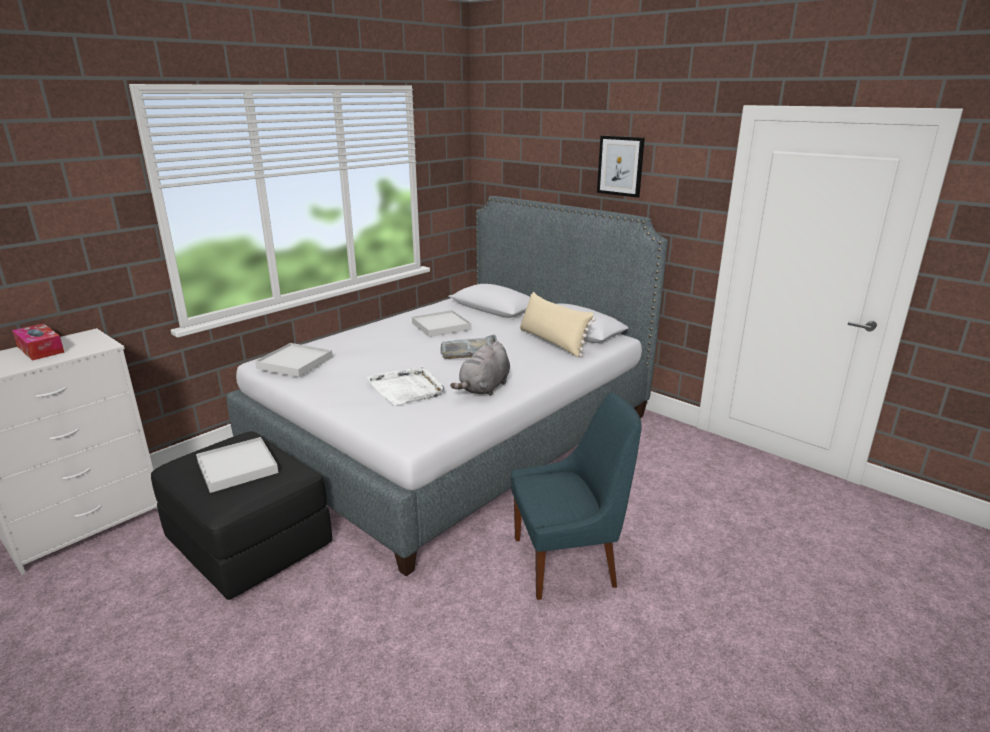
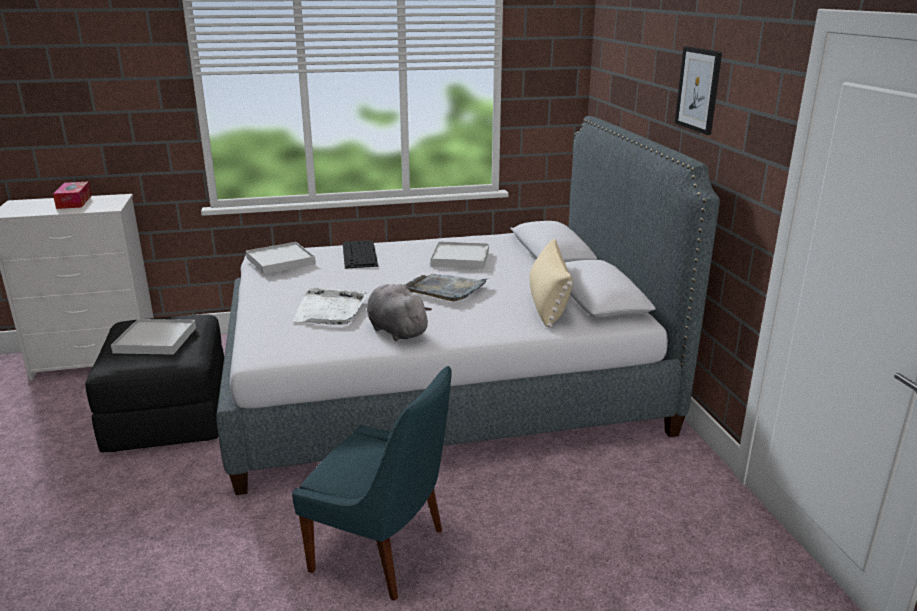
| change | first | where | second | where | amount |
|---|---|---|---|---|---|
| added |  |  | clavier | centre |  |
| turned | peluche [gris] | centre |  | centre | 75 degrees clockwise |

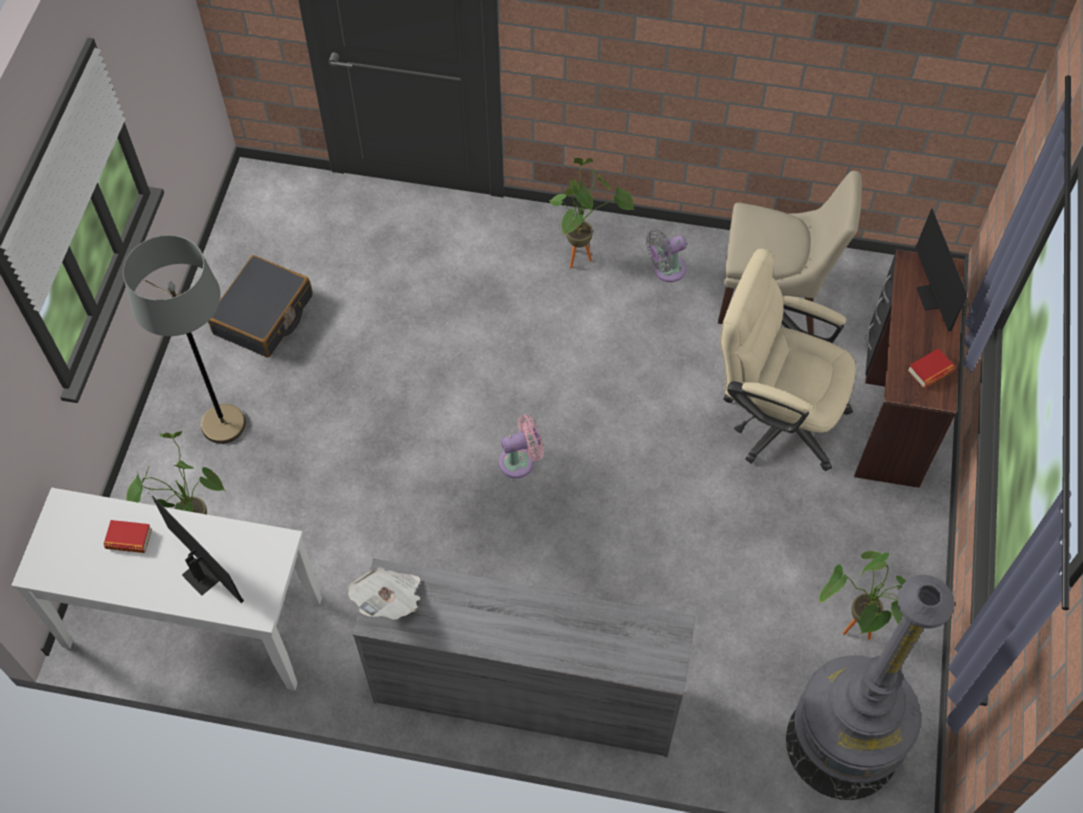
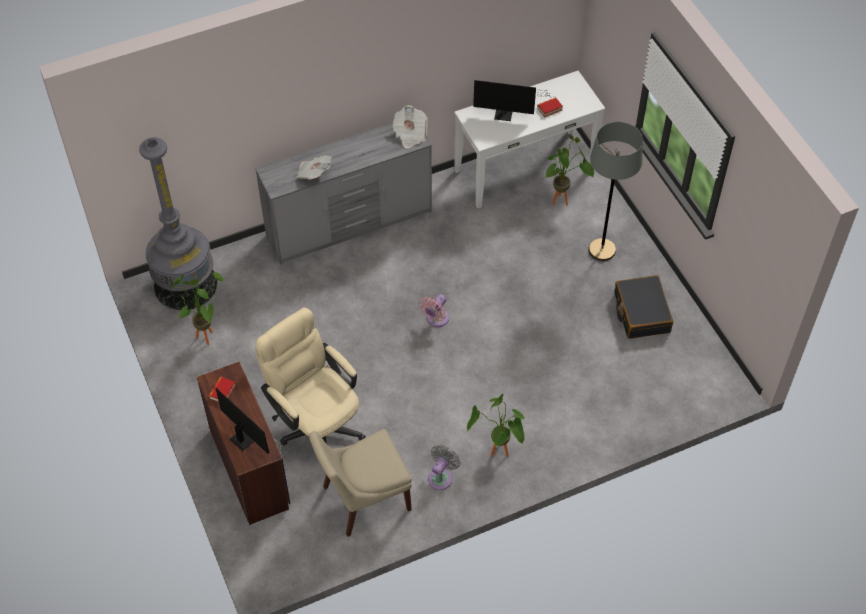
| change | first | where | second | where | amount |
|---|---|---|---|---|---|
| added |  |  | journal (1st from left) | top centre |  |
| turned | chaise de bureau [beige] | middle right |  | centre | 120 degrees counterclockwise |

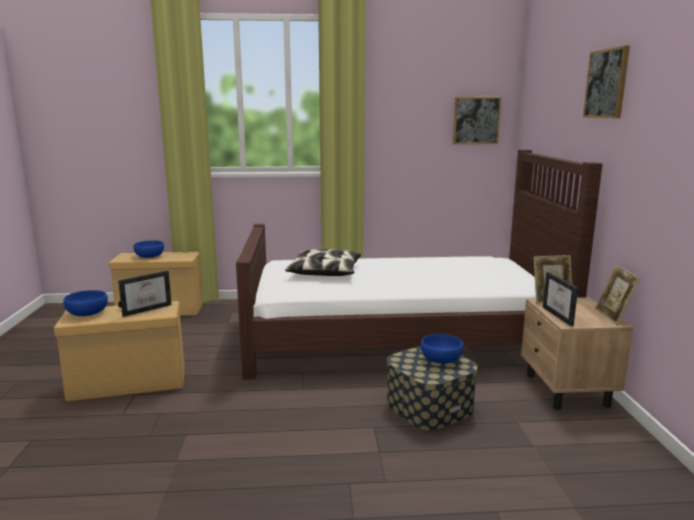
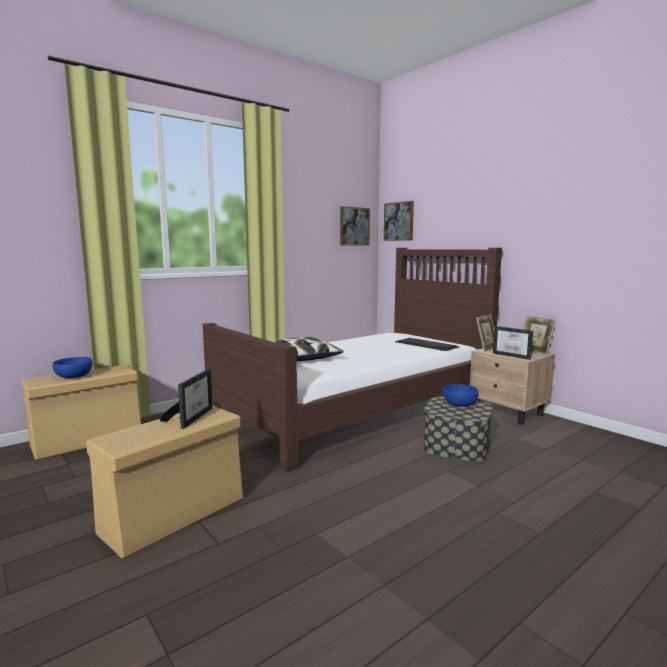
| change | first | where | second | where | amount |
|---|---|---|---|---|---|
| removed | bol [bleu] (1st from left) | middle left |  |  |  |
| added |  |  | clavier | centre |  |
| moved | tableau (2nd from left) | top right |  | top centre |  |

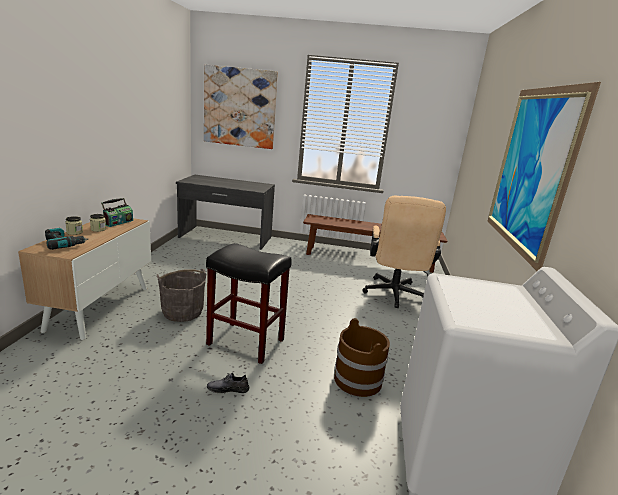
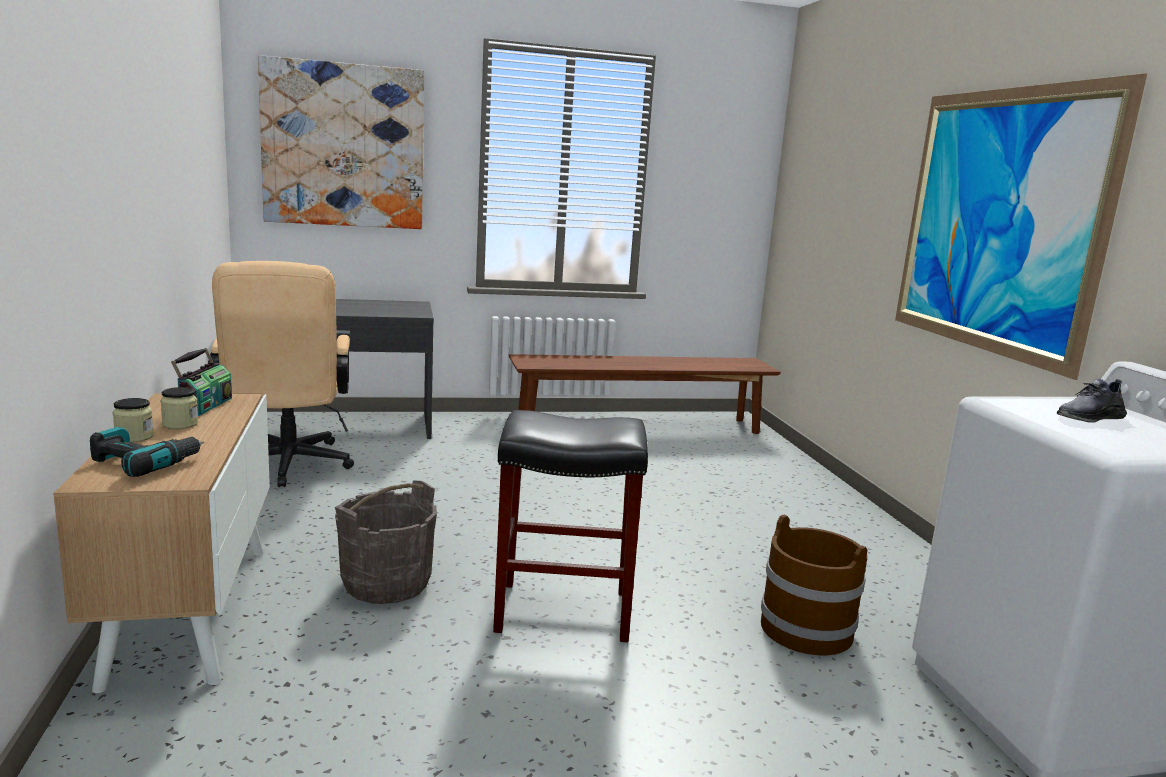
| change | first | where | second | where | amount |
|---|---|---|---|---|---|
| moved | chaussure [gris] | bottom centre |  | middle right |  |
| moved | chaise de bureau [beige] | centre |  | middle left |  |

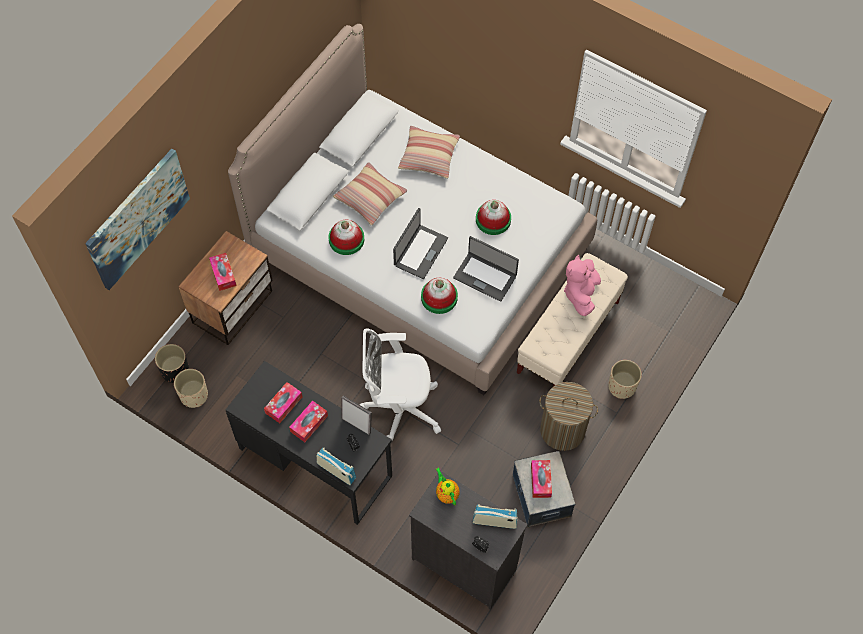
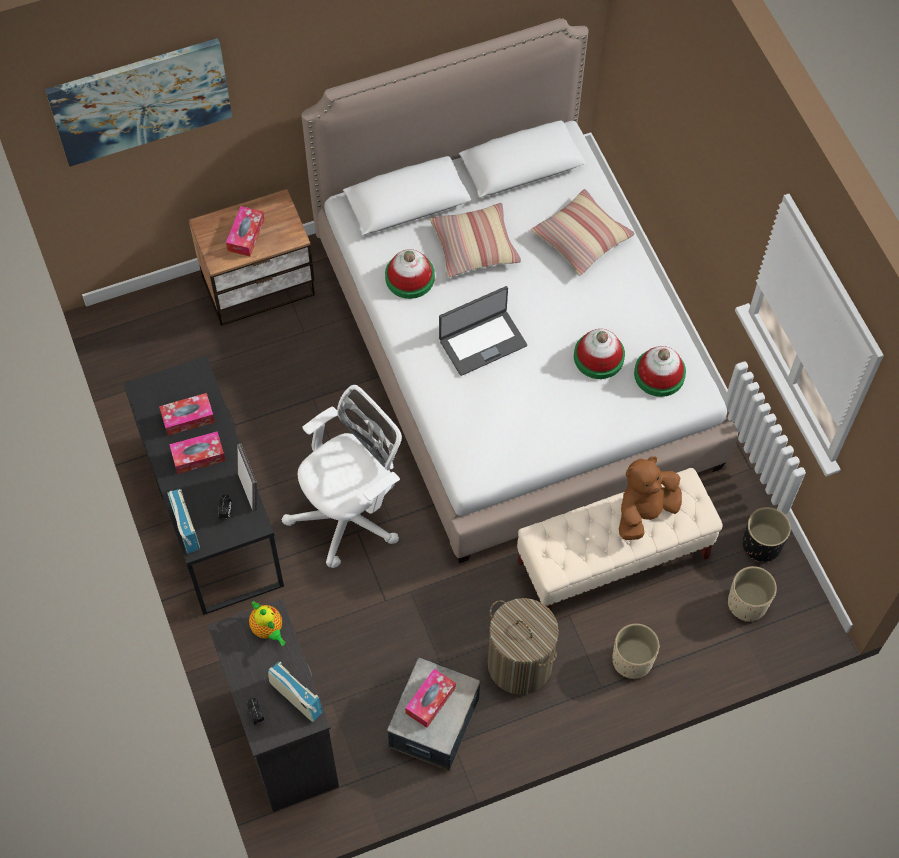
| change | first | where | second | where | amount |
|---|---|---|---|---|---|
| removed | ordinateur portable (2nd from left) | centre |  |  |  |
| moved | cache-pot [noir] | middle left |  | middle right |  |
| moved | cache-pot [beige] (1st from left in the first image) | middle left | cache-pot [beige] (2nd from left) | bottom right |  |
| moved | chapeau (2nd from left in the first image) | centre | chapeau (3rd from left) | middle right |  |
| recoloured | peluche [rose] | middle right | peluche [marron] | middle right |  |
| turned | chaise de bureau [blanc] | centre |  | centre | 105 degrees clockwise |
| turned | théière | bottom centre |  | bottom left | 135 degrees clockwise |

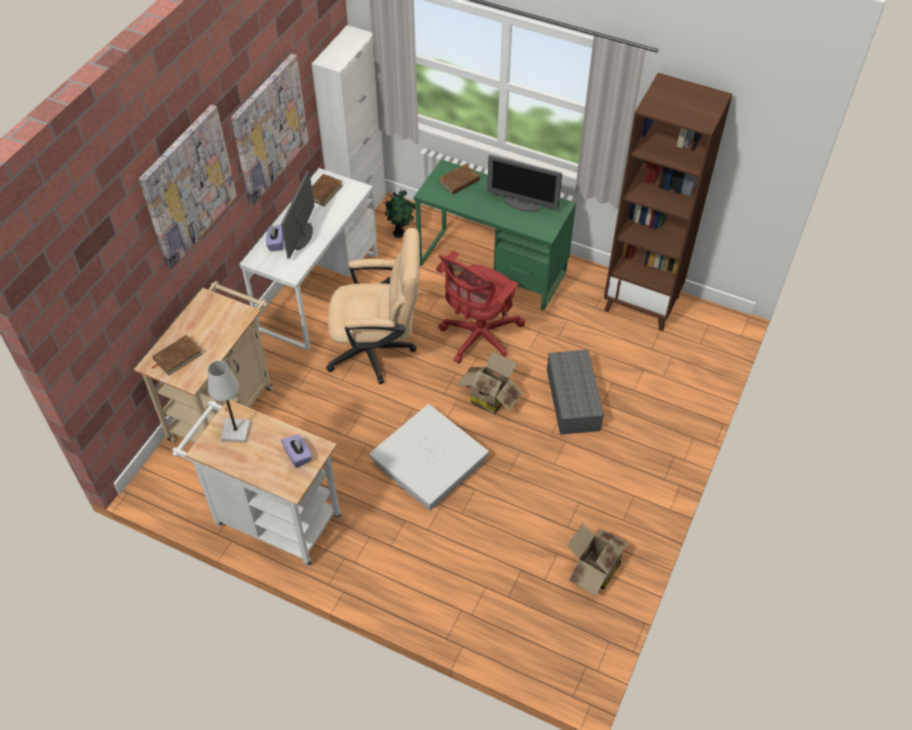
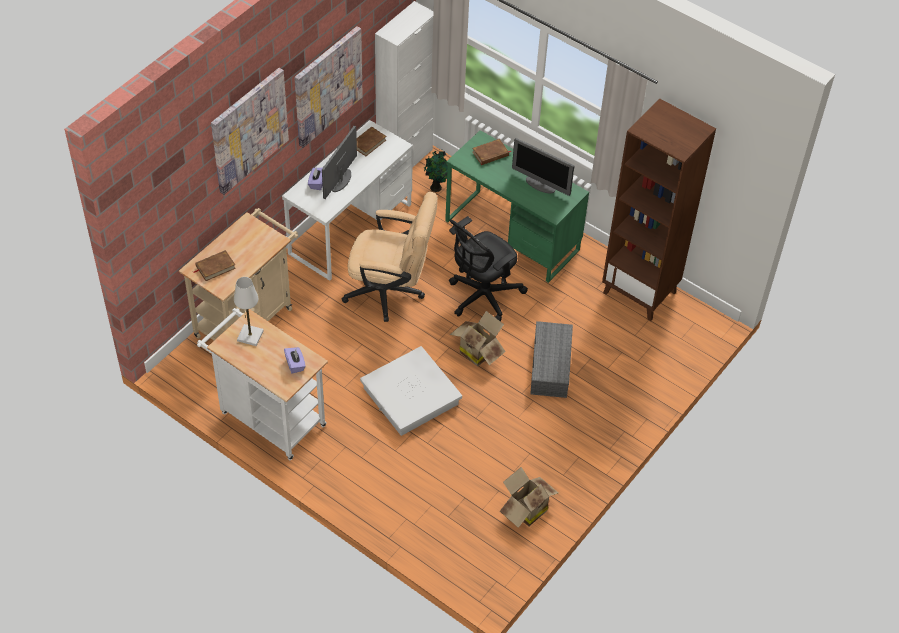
| change | first | where | second | where | amount |
|---|---|---|---|---|---|
| recoloured | chaise de bureau [rouge] | centre | chaise de bureau [noir] | centre |  |

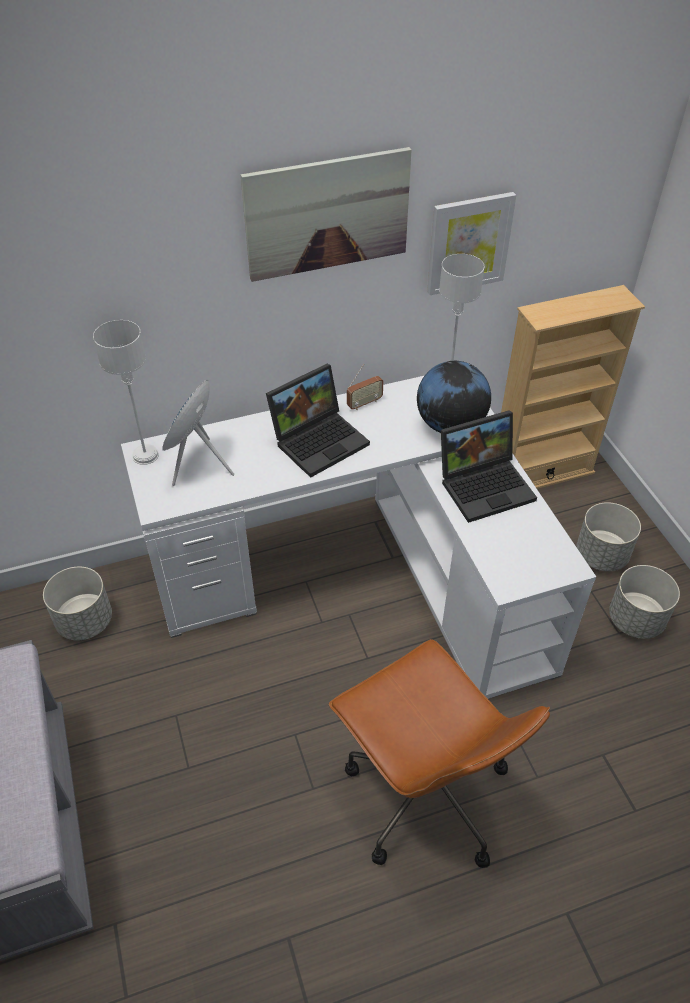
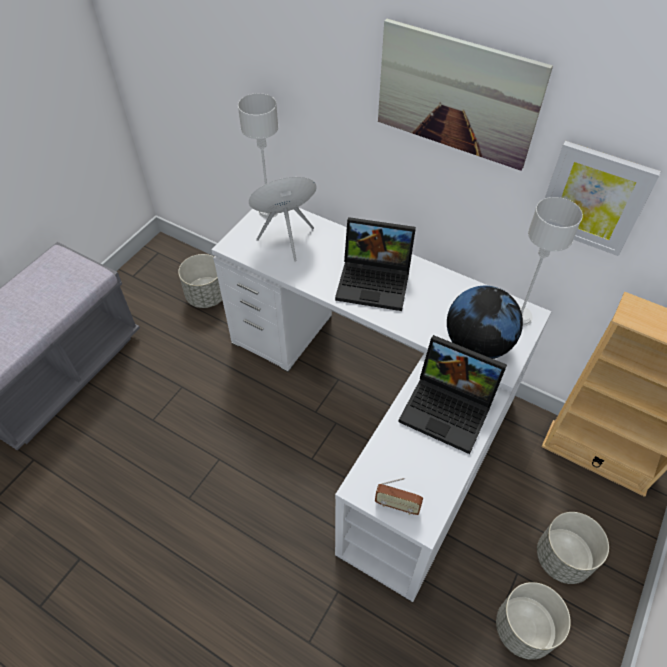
| change | first | where | second | where | amount |
|---|---|---|---|---|---|
| removed | chaise de bureau [marron] | bottom centre |  |  |  |
| moved | radio | centre |  | bottom centre |  |

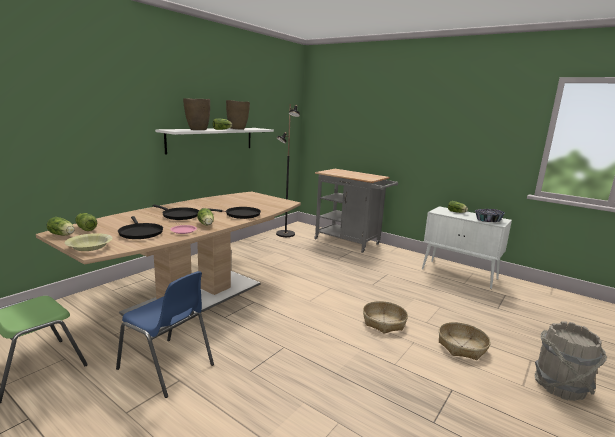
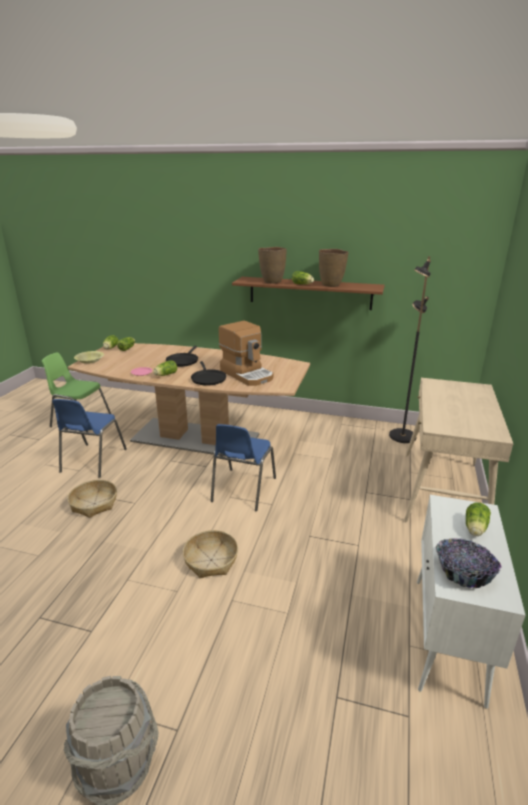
| change | first | where | second | where | amount |
|---|---|---|---|---|---|
| removed | poêle [noir] (1st from left) | middle left |  |  |  |
| added |  |  | chaise [bleu] (2nd from left) | centre |  |
| added |  |  | machine à café | centre |  |
| moved | panier (2nd from left in the first image) | bottom right | panier (1st from left) | middle left |  |
| replaced | chariot [gris] | centre | bureau [beige] | middle right |  |
| recoloured | étagère [blanc] | top centre | étagère [marron] | centre |  |

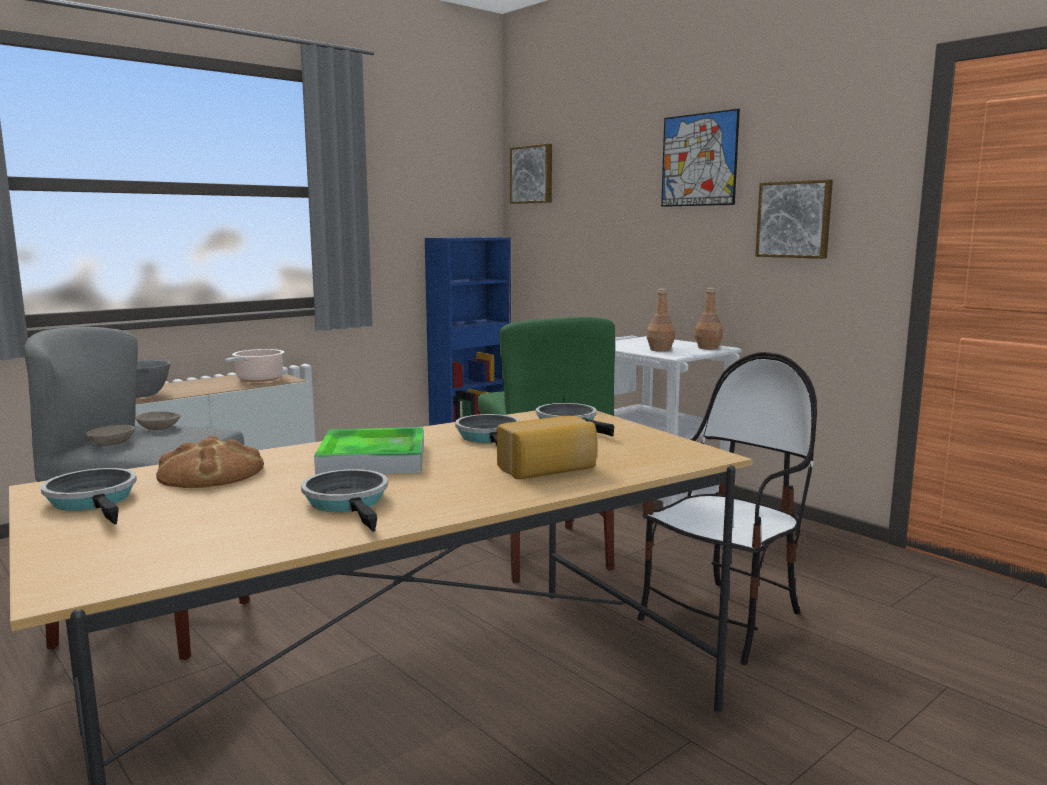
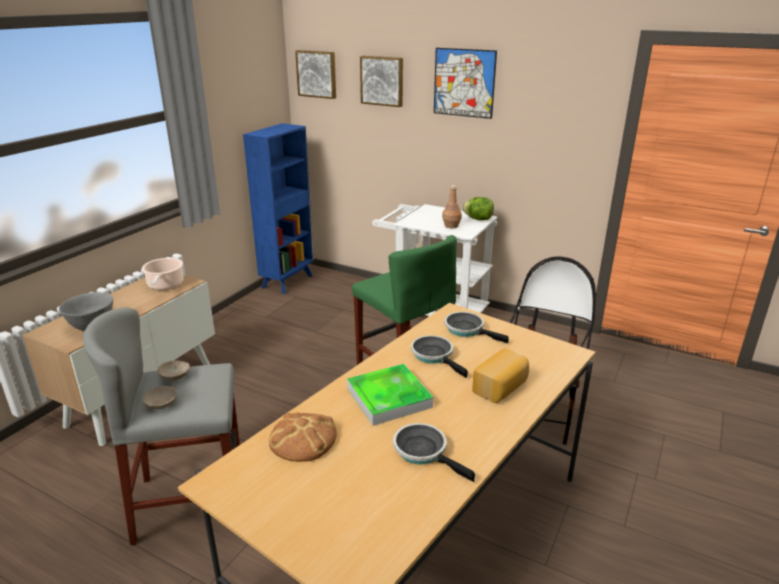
| change | first | where | second | where | amount |
|---|---|---|---|---|---|
| removed | poêle (1st from left) | middle left |  |  |  |
| moved | tableau (3rd from left in the first image) | top right | tableau (2nd from left) | top centre |  |
| replaced | bouteille [marron] (2nd from left) | middle right | laitue | centre |  |

